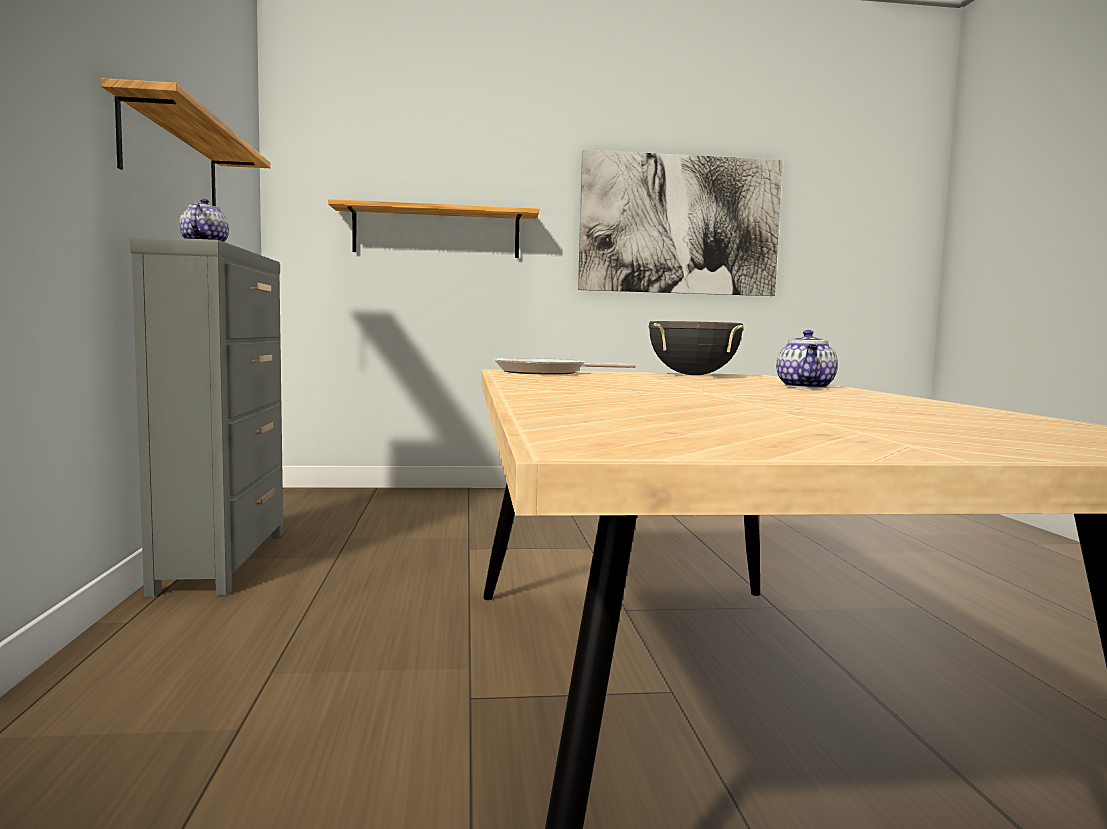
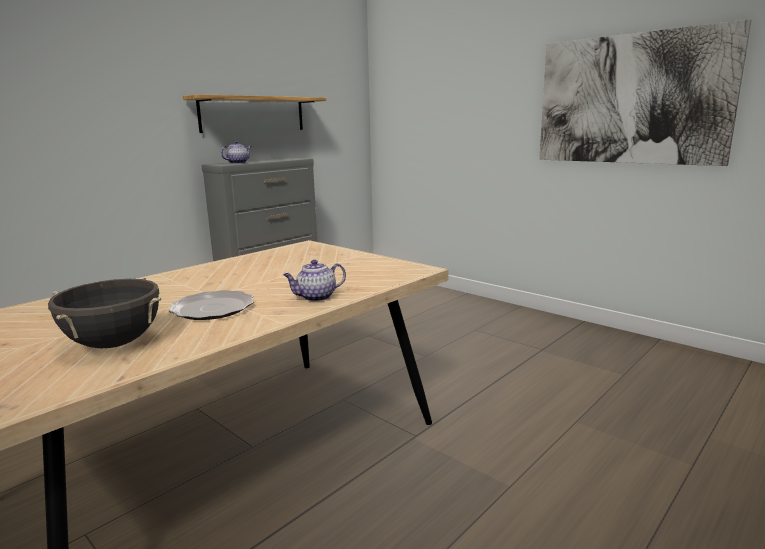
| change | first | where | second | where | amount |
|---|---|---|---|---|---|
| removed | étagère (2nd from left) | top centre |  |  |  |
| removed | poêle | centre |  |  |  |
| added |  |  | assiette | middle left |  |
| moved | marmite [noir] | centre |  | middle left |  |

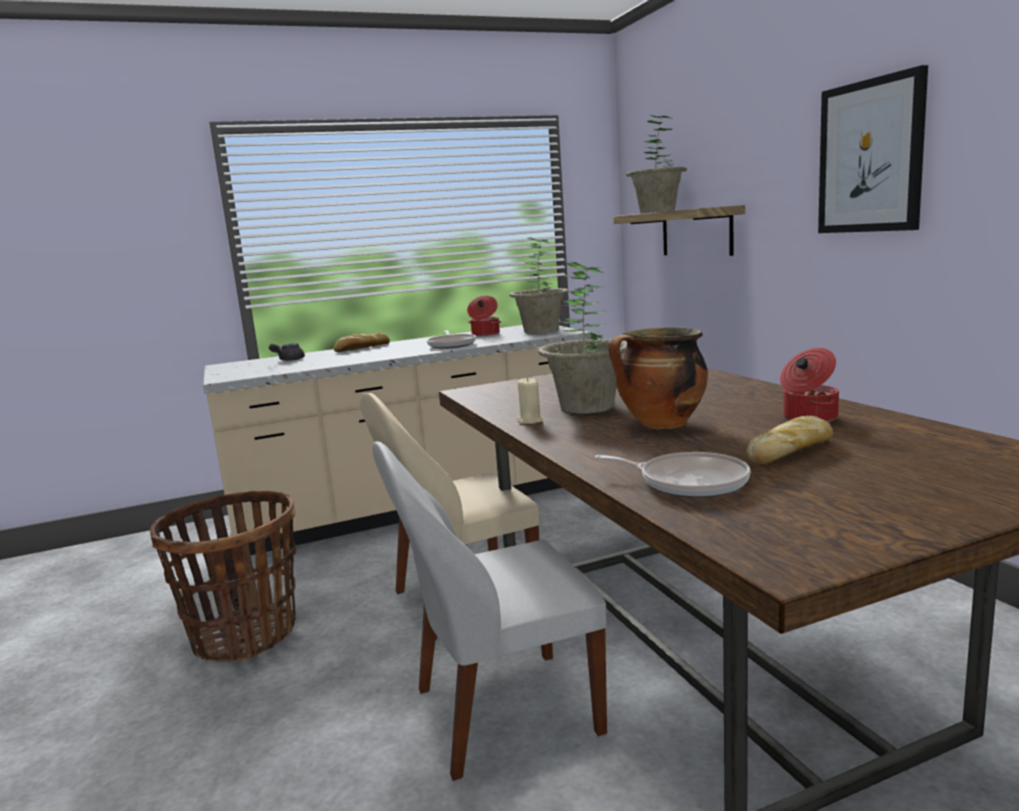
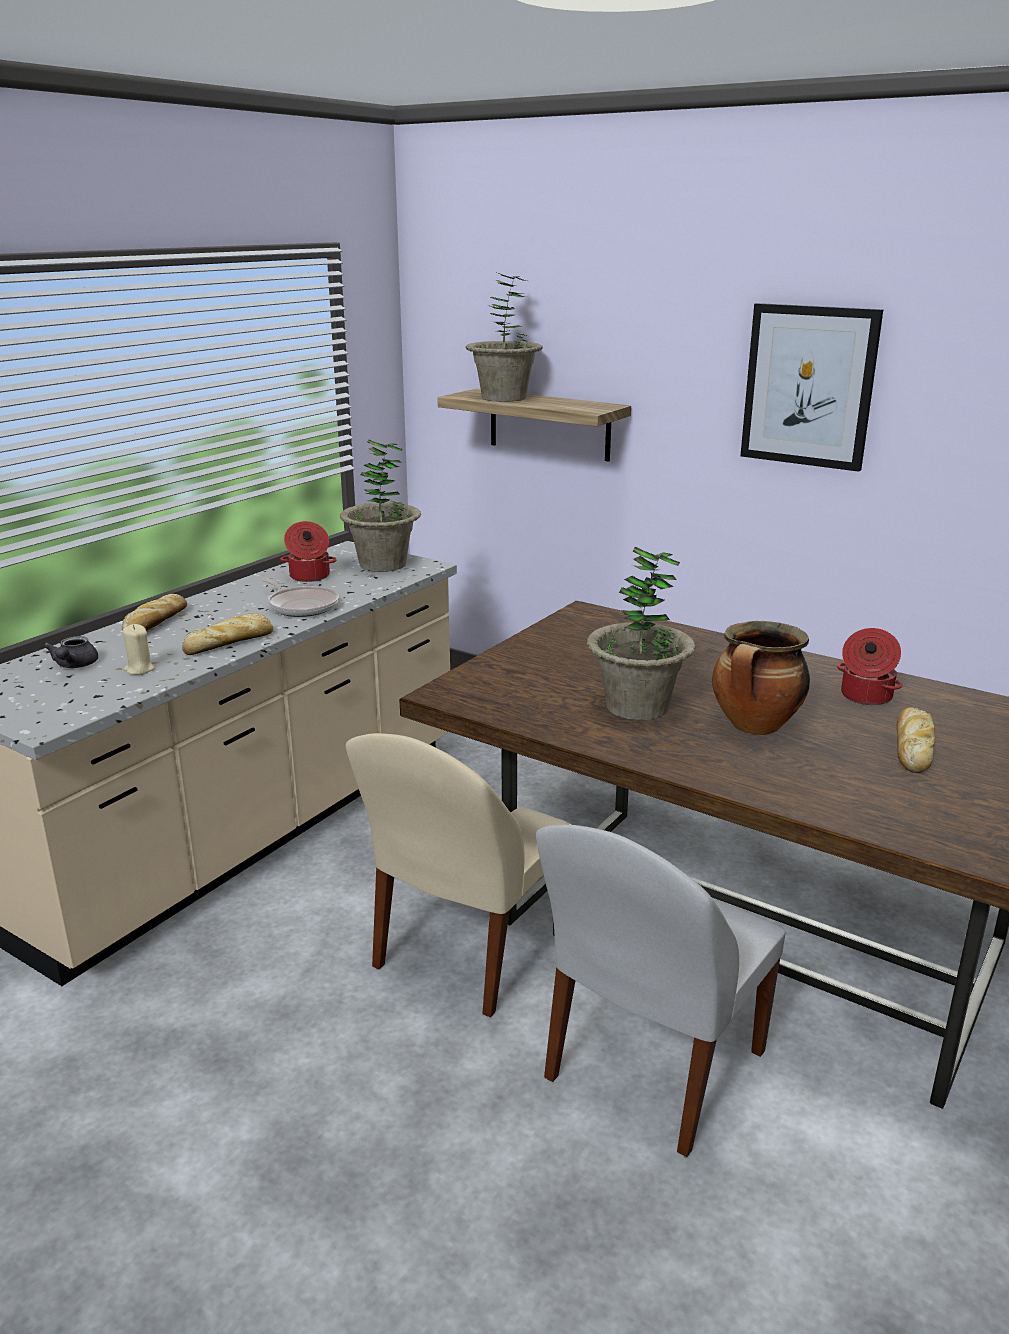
| change | first | where | second | where | amount |
|---|---|---|---|---|---|
| removed | panier | bottom left |  |  |  |
| removed | poêle (2nd from left) | centre |  |  |  |
| added |  |  | pain (2nd from left) | middle left |  |
| moved | bougie [beige] | centre |  | middle left |  |

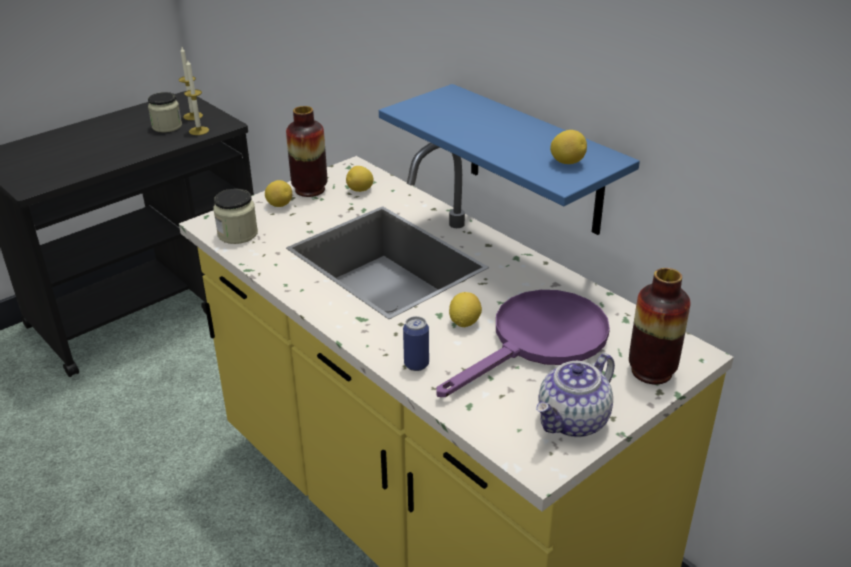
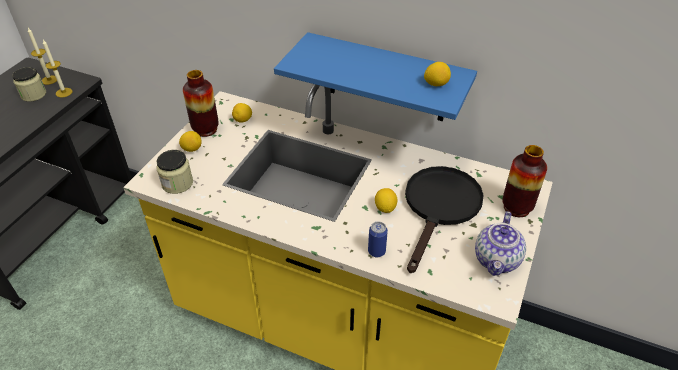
| change | first | where | second | where | amount |
|---|---|---|---|---|---|
| recoloured | poêle [violet] | centre | poêle [noir] | centre |  |

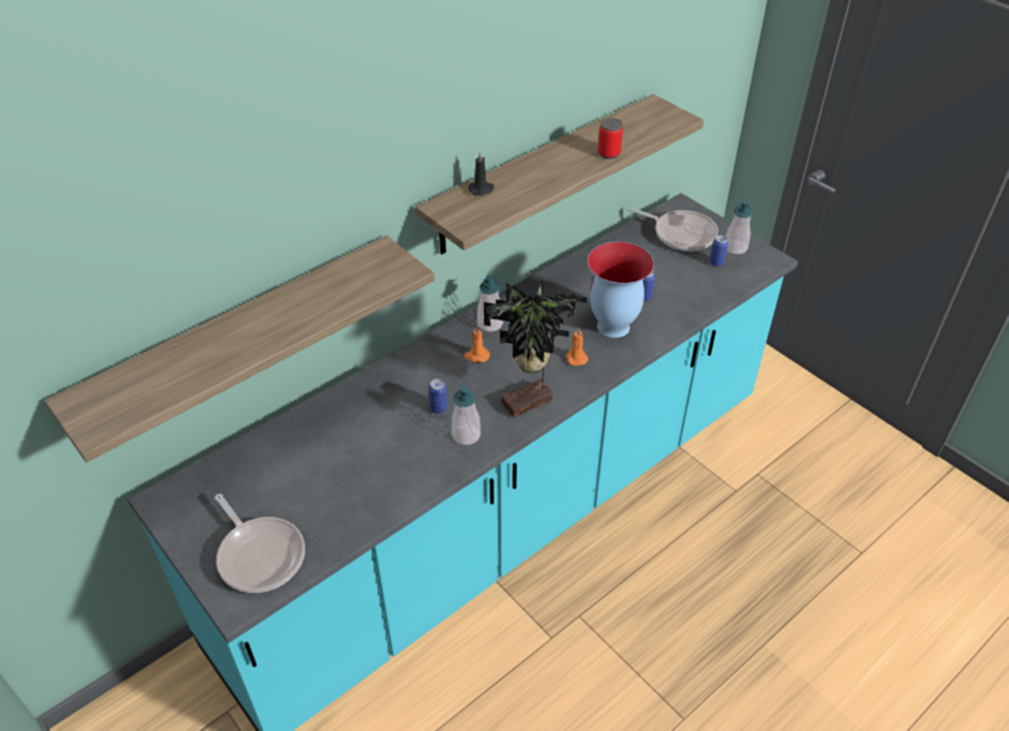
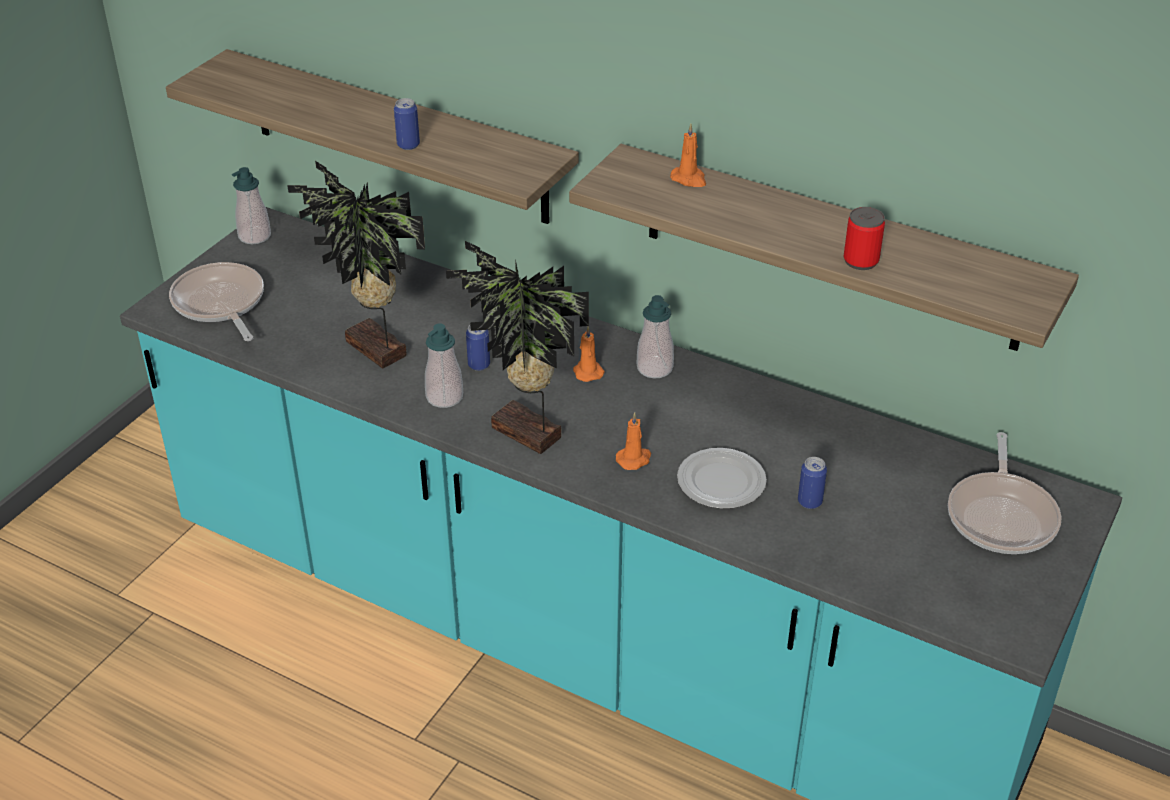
| change | first | where | second | where | amount |
|---|---|---|---|---|---|
| added |  |  | plante en pot (1st from left) | top left |  |
| moved | boîte métallique (4th from left in the first image) | middle right | boîte métallique (1st from left) | top centre |  |
| moved | distributeur de savon (3rd from left in the first image) | top right | distributeur de savon (1st from left) | top left |  |
| replaced | vase | centre | assiette | centre |  |
| recoloured | bougie [noir] | top centre | bougie [orange] (3rd from left) | top centre |  |
| turned | poêle (1st from left) | bottom left |  | middle left | 120 degrees clockwise |

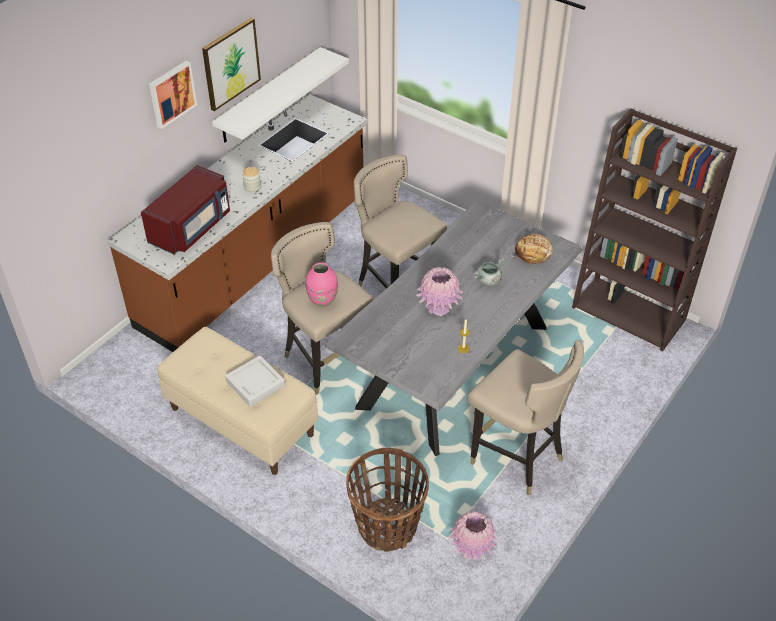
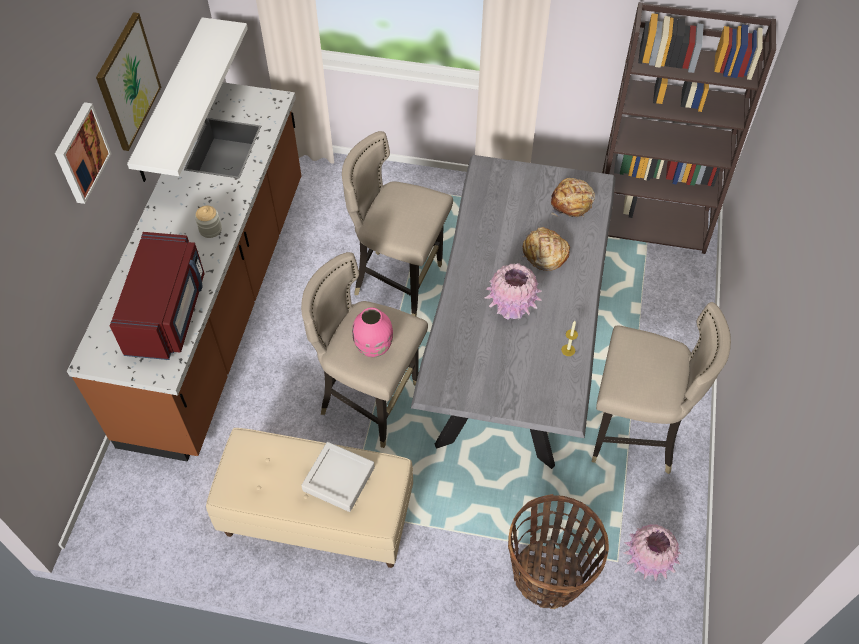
| change | first | where | second | where | amount |
|---|---|---|---|---|---|
| replaced | marmite [gris] | centre | pain (1st from left) | centre |  |

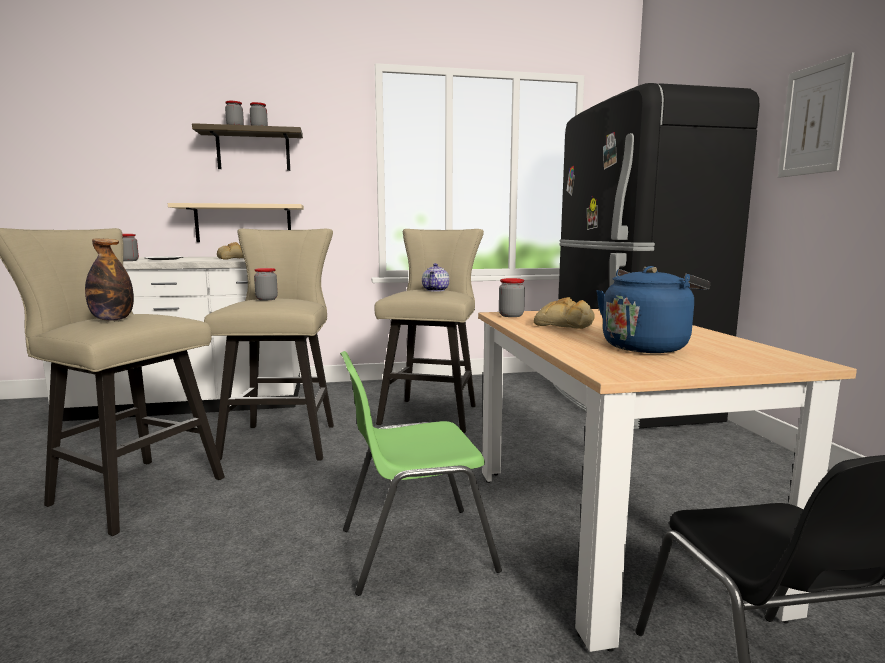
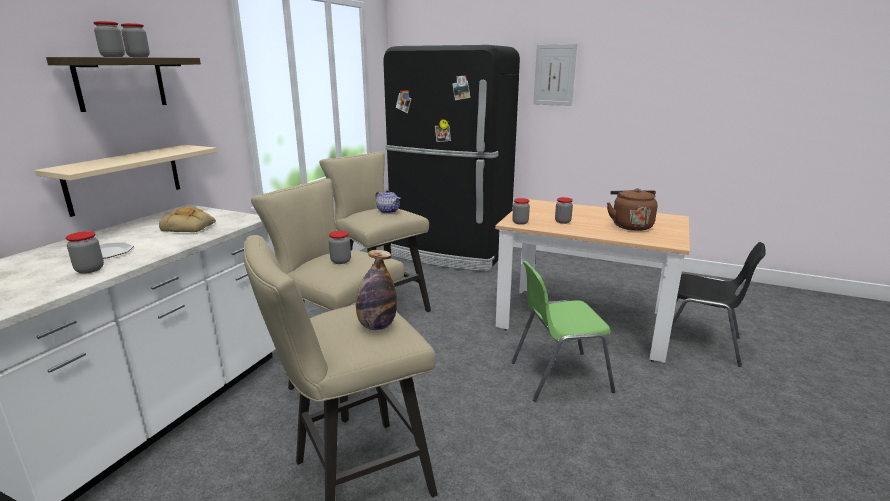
| change | first | where | second | where | amount |
|---|---|---|---|---|---|
| replaced | pain (2nd from left) | centre | bocal (6th from left) | centre |  |
| recoloured | bouilloire [bleu] | middle right | bouilloire [marron] | middle right |  |
| turned | chaise [vert] | bottom centre |  | centre | 60 degrees clockwise |

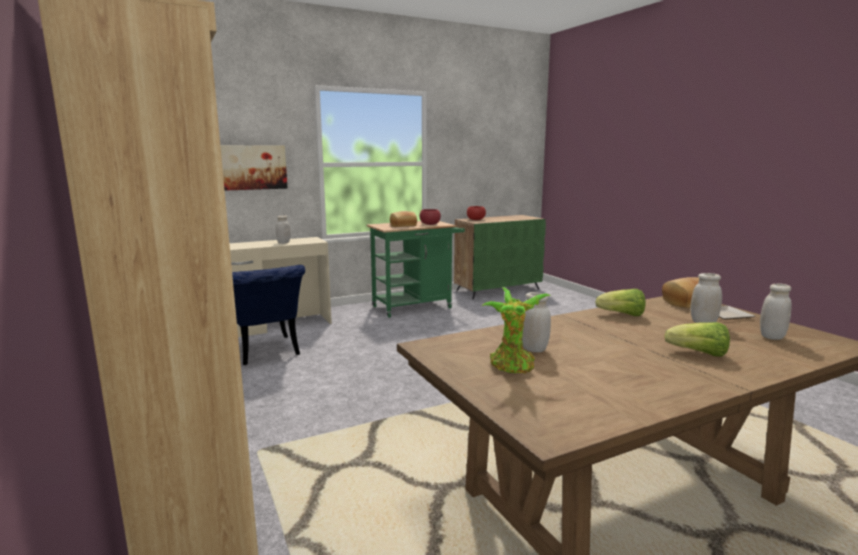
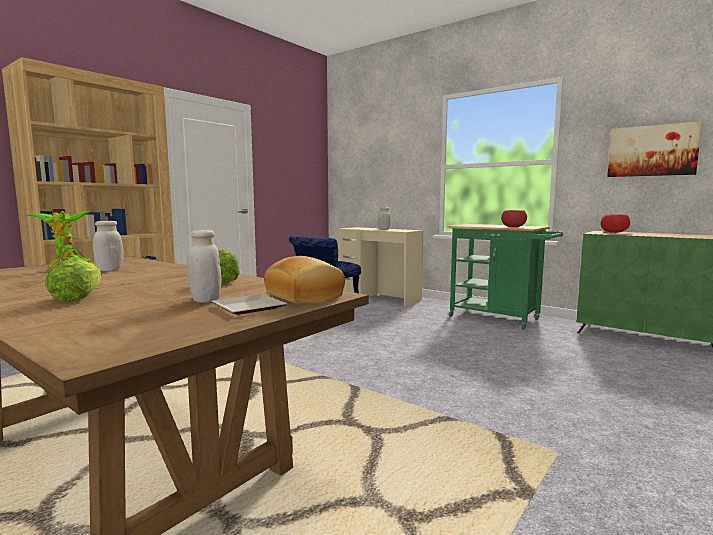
| change | first | where | second | where | amount |
|---|---|---|---|---|---|
| removed | pain (1st from left) | centre |  |  |  |
| removed | bocal [blanc] (4th from left) | middle right |  |  |  |
| moved | tableau | top left |  | top right |  |

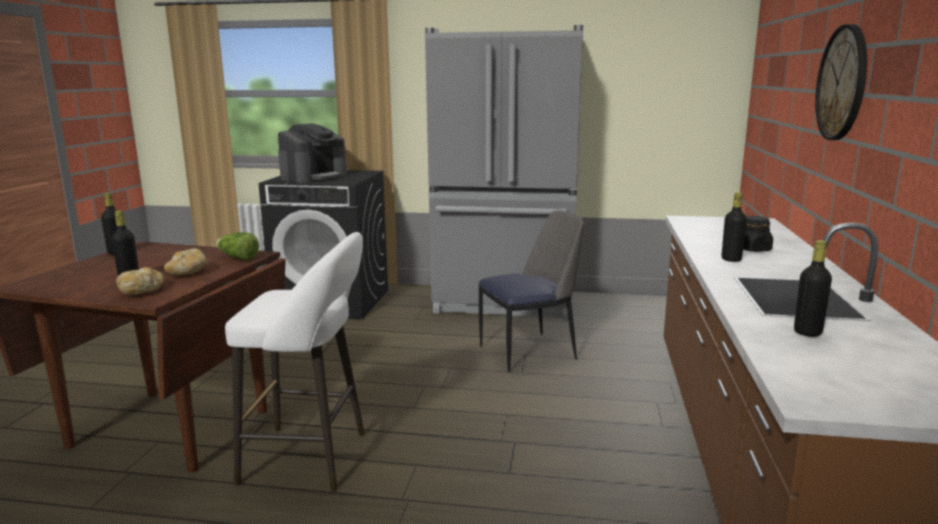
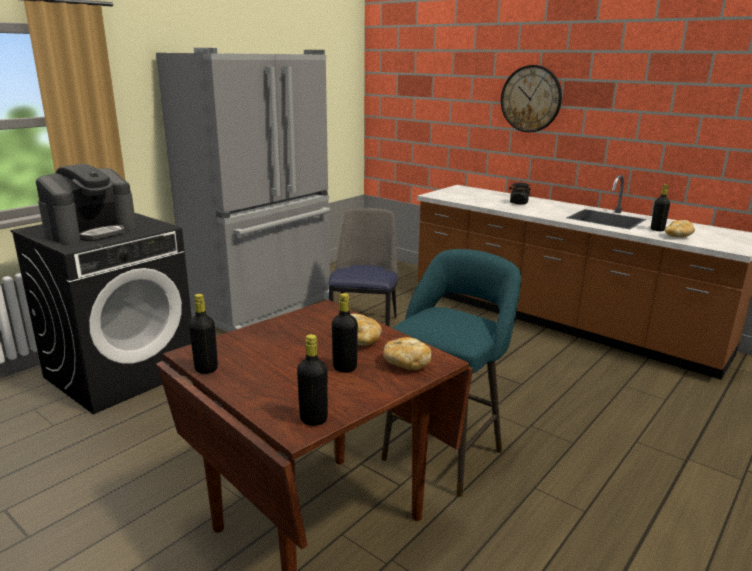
| change | first | where | second | where | amount |
|---|---|---|---|---|---|
| removed | laitue | middle left |  |  |  |
| added |  |  | pain (3rd from left) | middle right |  |
| moved | bouteille [noir] (3rd from left in the first image) | middle right | bouteille [noir] (2nd from left) | centre |  |
| recoloured | tabouret [blanc] | bottom left | tabouret [turquoise] | centre |  |
| turned | machine à café | top left |  | middle left | 60 degrees clockwise |

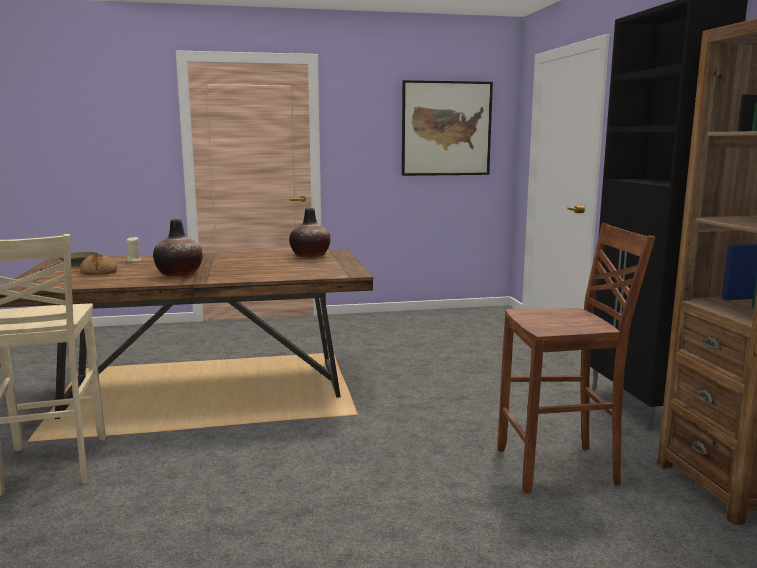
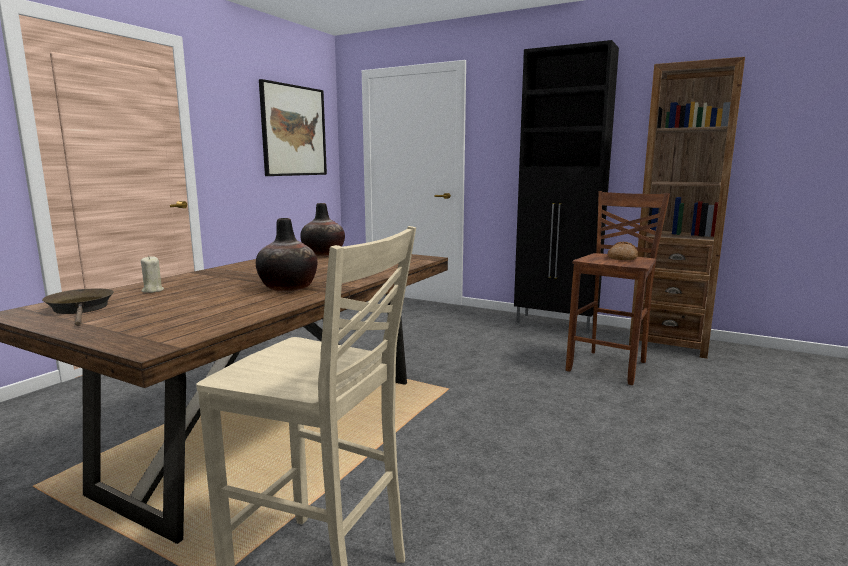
| change | first | where | second | where | amount |
|---|---|---|---|---|---|
| moved | pain | middle left |  | middle right |  |

